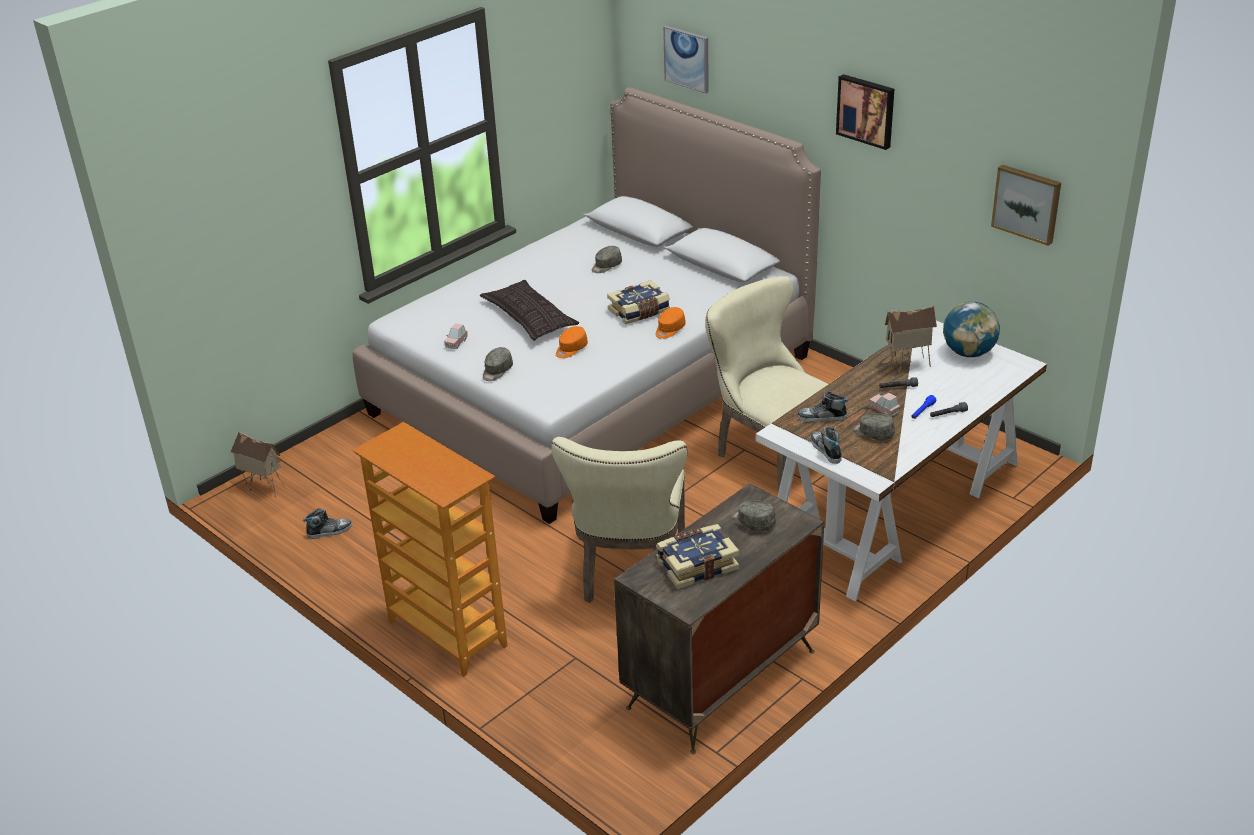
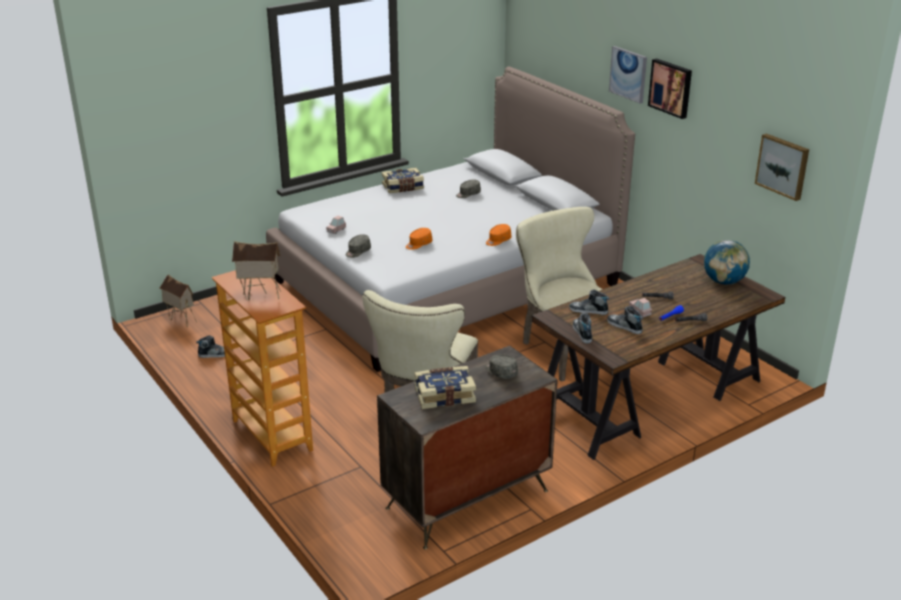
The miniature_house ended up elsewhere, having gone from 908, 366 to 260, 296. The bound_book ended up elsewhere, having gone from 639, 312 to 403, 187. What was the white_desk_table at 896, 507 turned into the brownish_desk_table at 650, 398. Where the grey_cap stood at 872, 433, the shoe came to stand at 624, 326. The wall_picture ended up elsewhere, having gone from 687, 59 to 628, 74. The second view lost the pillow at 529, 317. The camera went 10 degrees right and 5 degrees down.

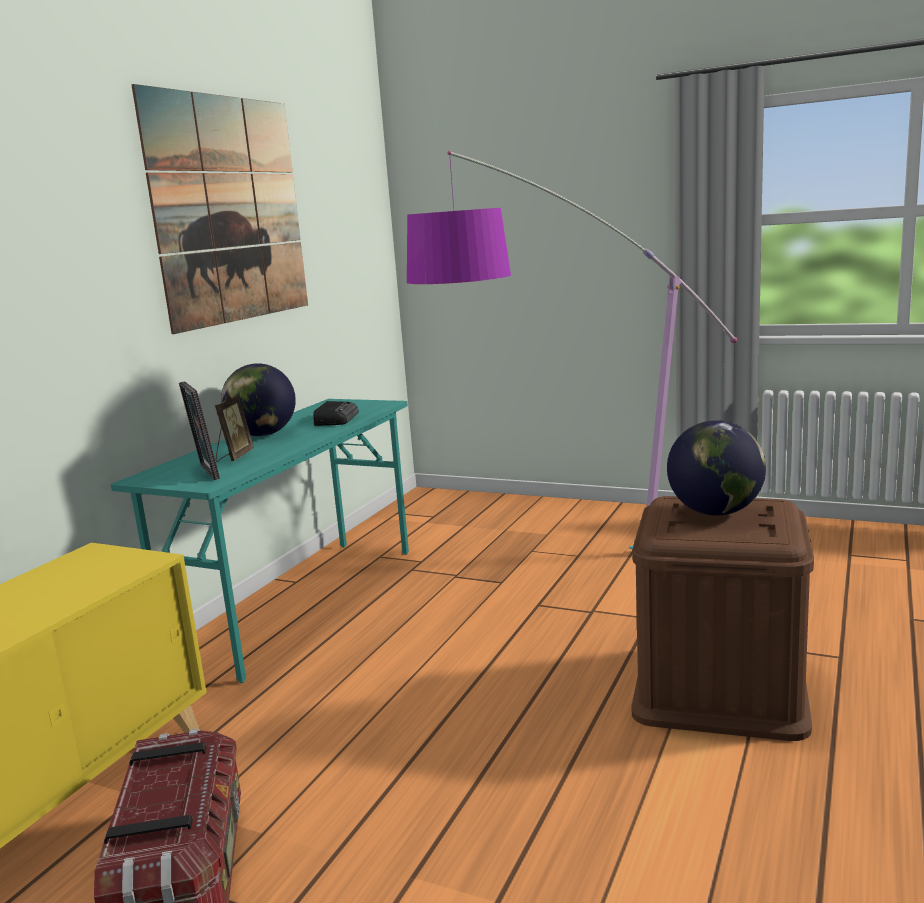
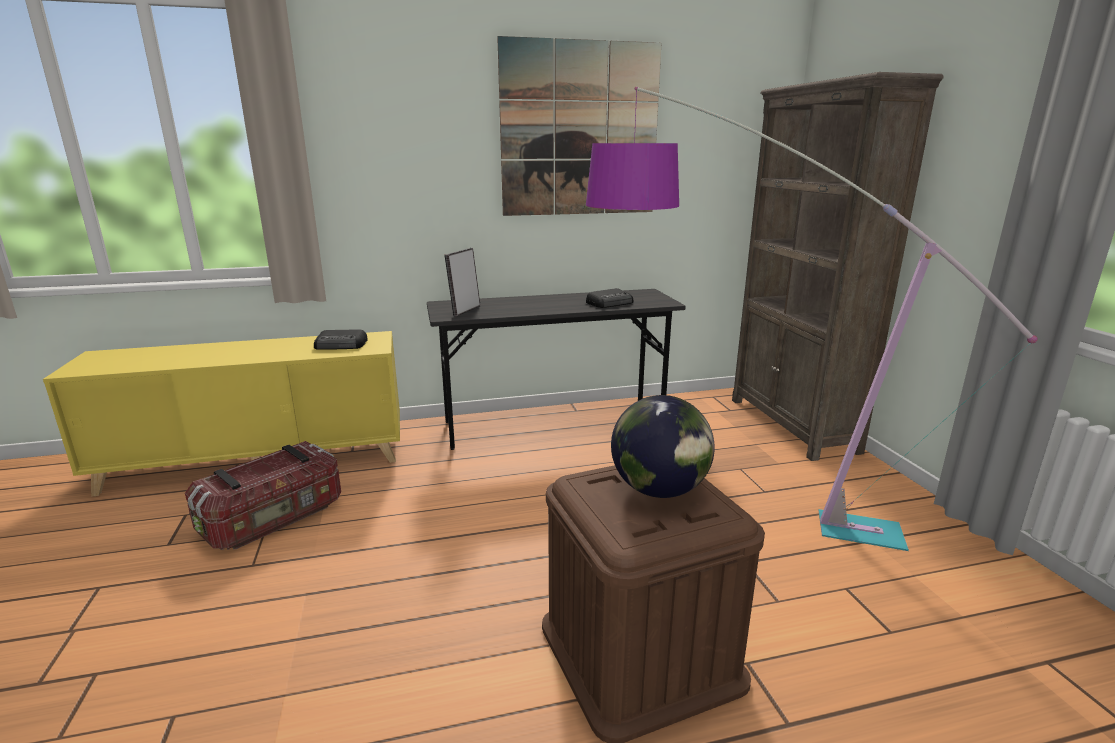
The second view gained the radio_set at 341, 345. What was the blue-green_desk_table at 300, 602 turned into the grey_desk_table at 554, 423. The second view gained the brownish_bookcase at 792, 425. The second view lost the picture_frame at 234, 457. The second view lost the world_globe at 262, 435. The camera went 50 degrees right and 5 degrees up.

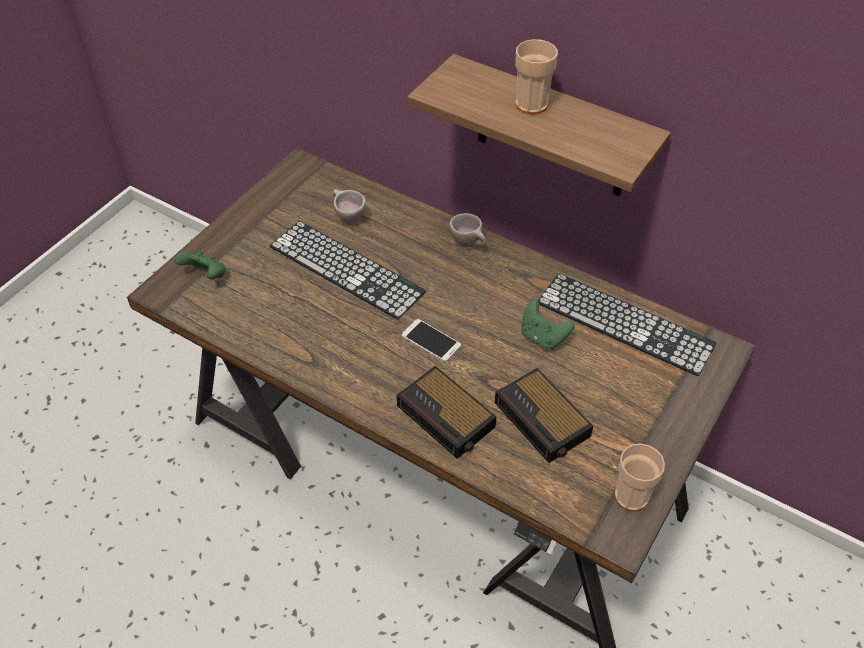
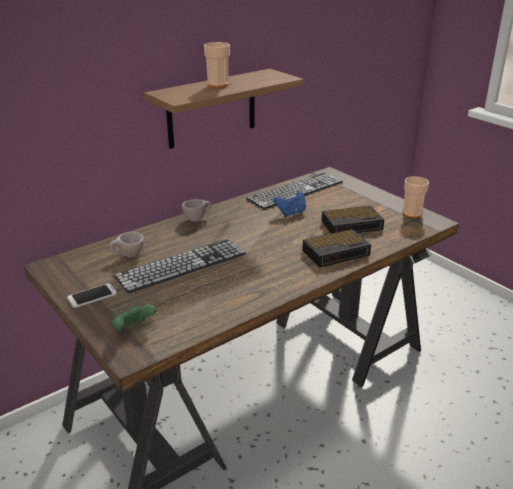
The handset ended up elsewhere, having gone from 431, 340 to 92, 296. What was the green_gamepad at 543, 337 turned into the blue-coloured_gamepad at 291, 213. The camera went 70 degrees left and 20 degrees down.

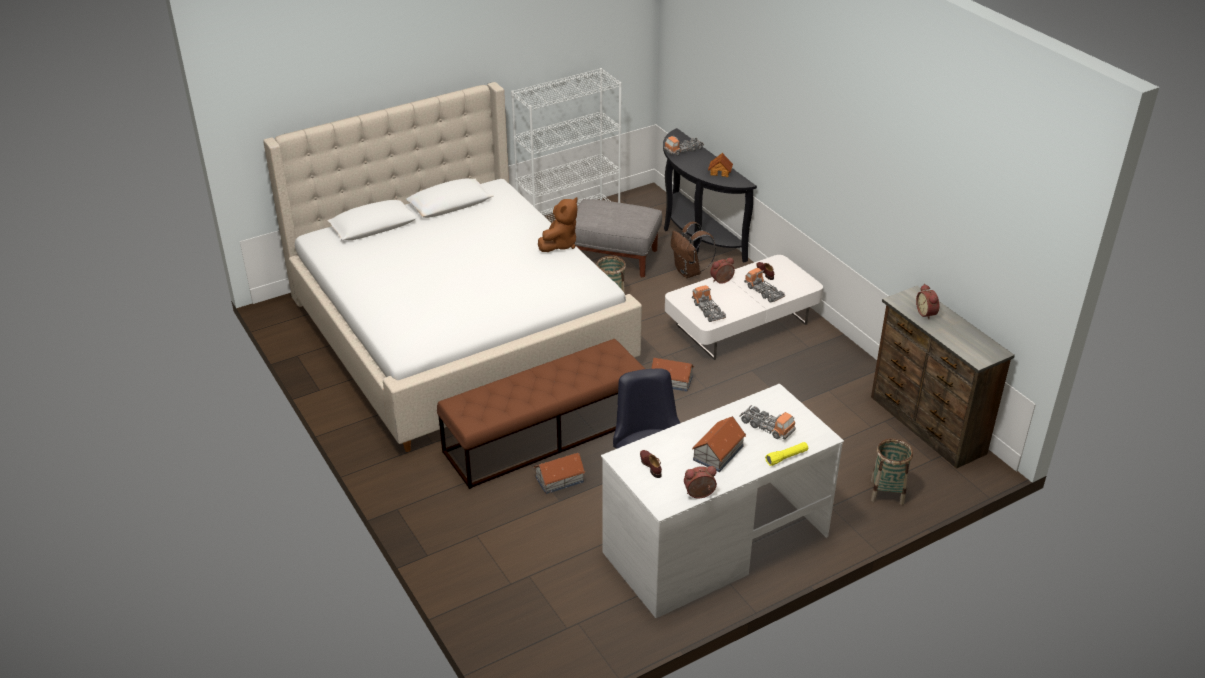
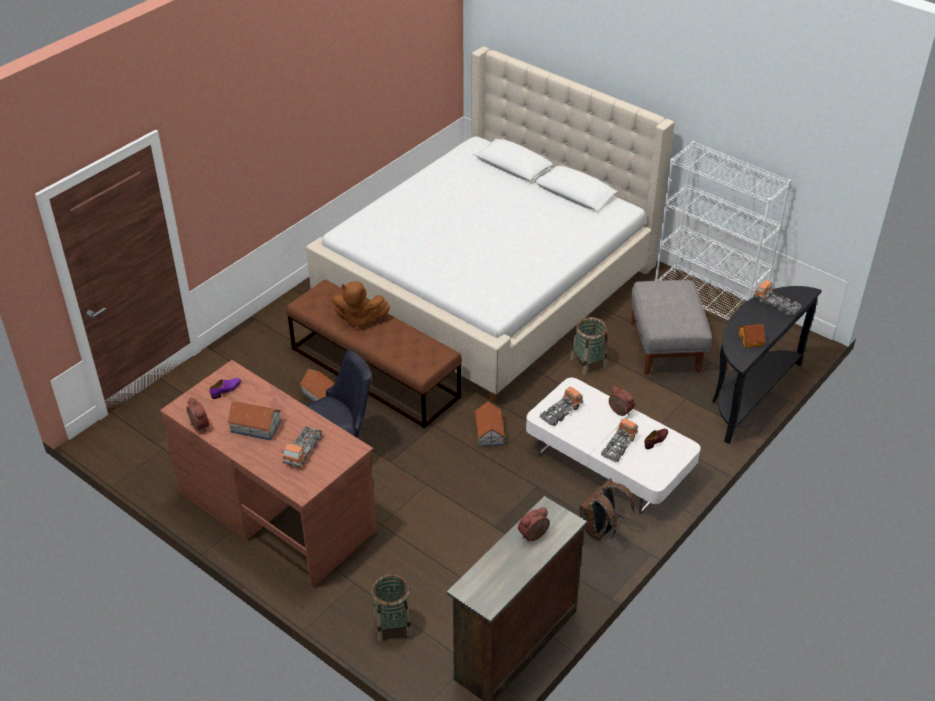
What was the white_desk_table at 715, 544 turned into the brownish_desk_table at 277, 510. What was the brownish_shoe at 650, 465 turned into the purple-coloured_shoe at 226, 390. The brownish_cuddly_toy ended up elsewhere, having gone from 559, 244 to 359, 319. The brownish_knapsack ended up elsewhere, having gone from 689, 272 to 601, 530. The second view lost the yellow-coloured_hand_torch at 786, 457. The camera went 70 degrees right and 5 degrees up.

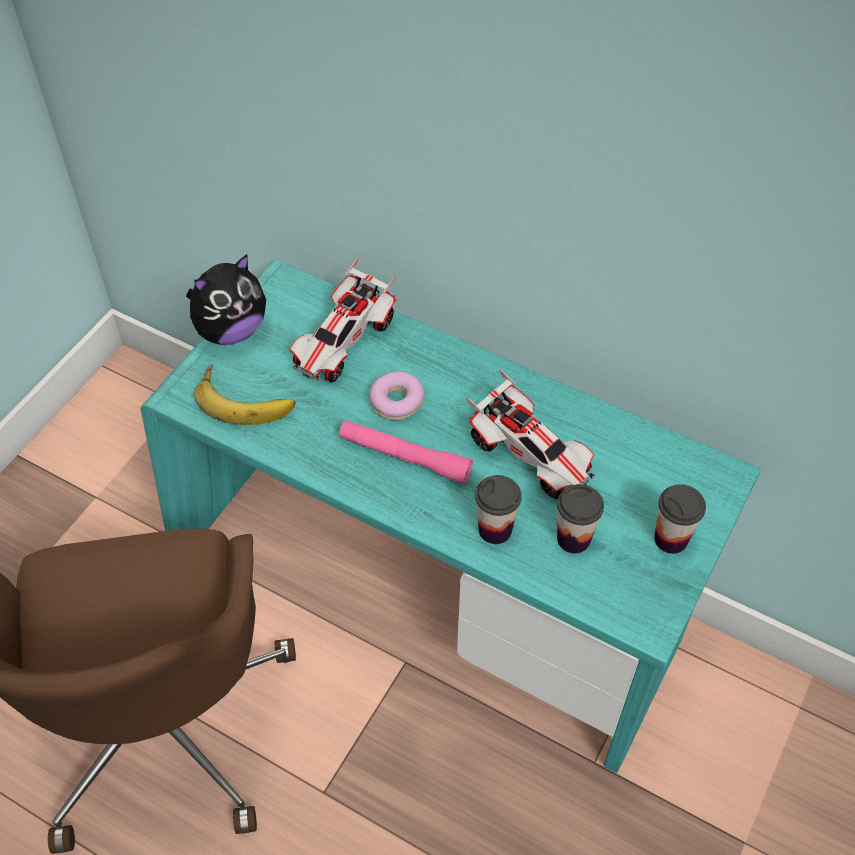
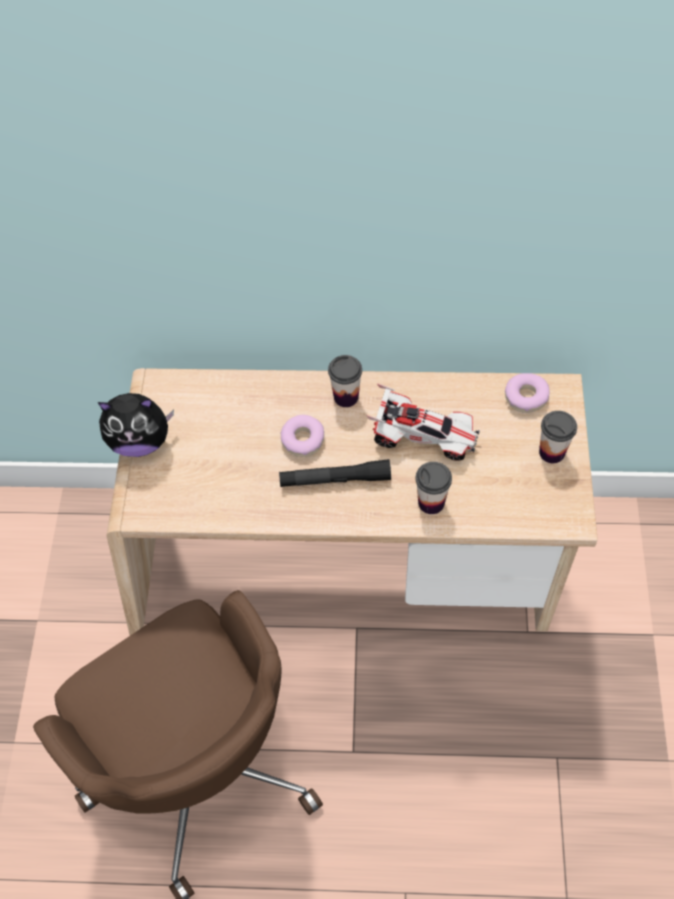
The cuddly_toy at 231, 330 ended up facing another way, 60 degrees clockwise from before. What was the blue-green_desk_table at 427, 595 turned into the beige_desk_table at 343, 570. What was the pinkish_hand_torch at 405, 457 turned into the black-coloured_hand_torch at 335, 479. The small_cup ended up elsewhere, having gone from 573, 538 to 346, 397. The second view gained the doughnut at 526, 397. The second view lost the whole_banana at 246, 398. The second view lost the model_car at 344, 343. The camera went 25 degrees left and 5 degrees up.

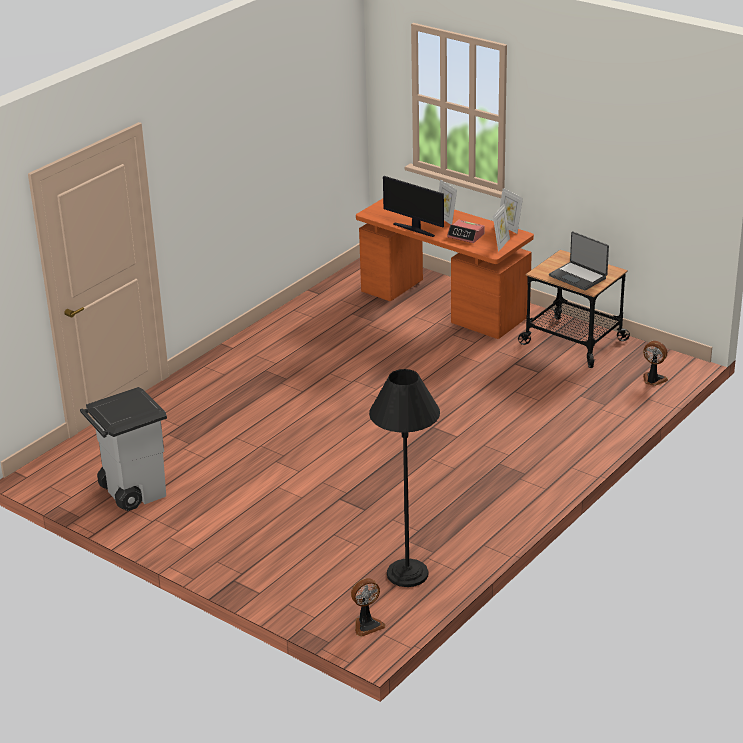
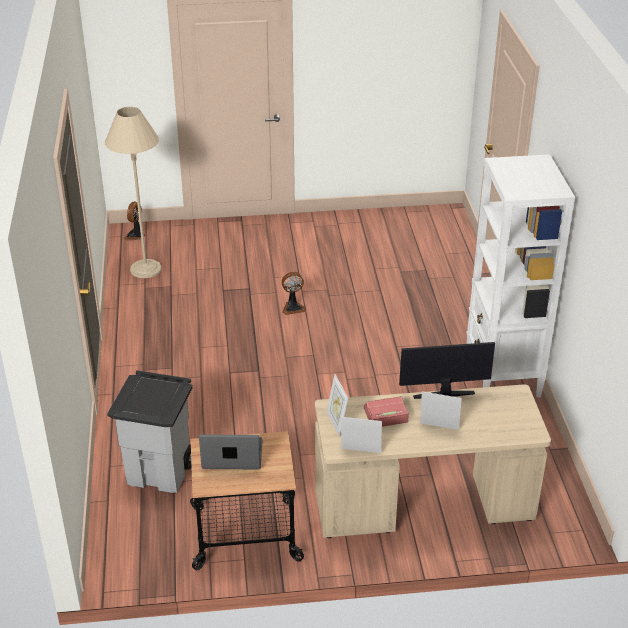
What was the black-coloured_floor_lamp at 407, 574 turned into the beige_floor_lamp at 145, 269. The grey_rubbish_bin ended up elsewhere, having gone from 132, 492 to 161, 471. The fan ended up elsewhere, having gone from 653, 380 to 293, 307. What was the orangey_desk_table at 444, 306 turned into the beige_desk_table at 423, 506. The second view gained the white_bookcase at 502, 375. The camera went 135 degrees right and 5 degrees up.

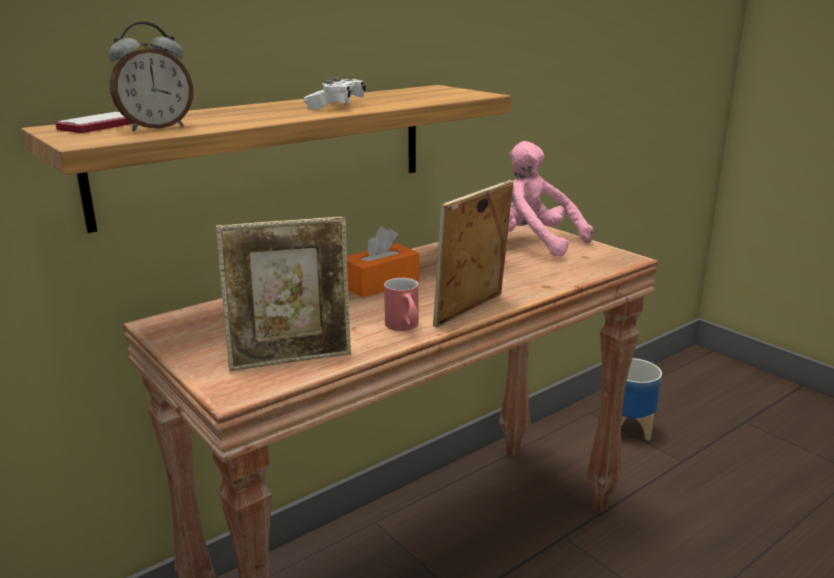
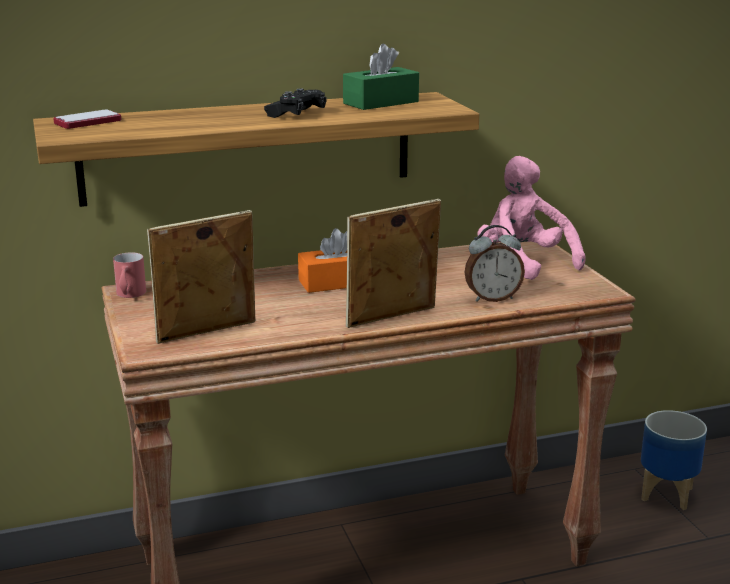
The red_coffee_mug ended up elsewhere, having gone from 404, 327 to 129, 295. The picture_frame at 292, 359 ended up facing another way, 150 degrees clockwise from before. What was the white_gamepad at 336, 106 turned into the black-coloured_gamepad at 296, 114. The second view gained the green_box_of_tissues at 381, 102. The bedside_clock ended up elsewhere, having gone from 156, 128 to 492, 298. The camera went 20 degrees right and 0 degrees up.

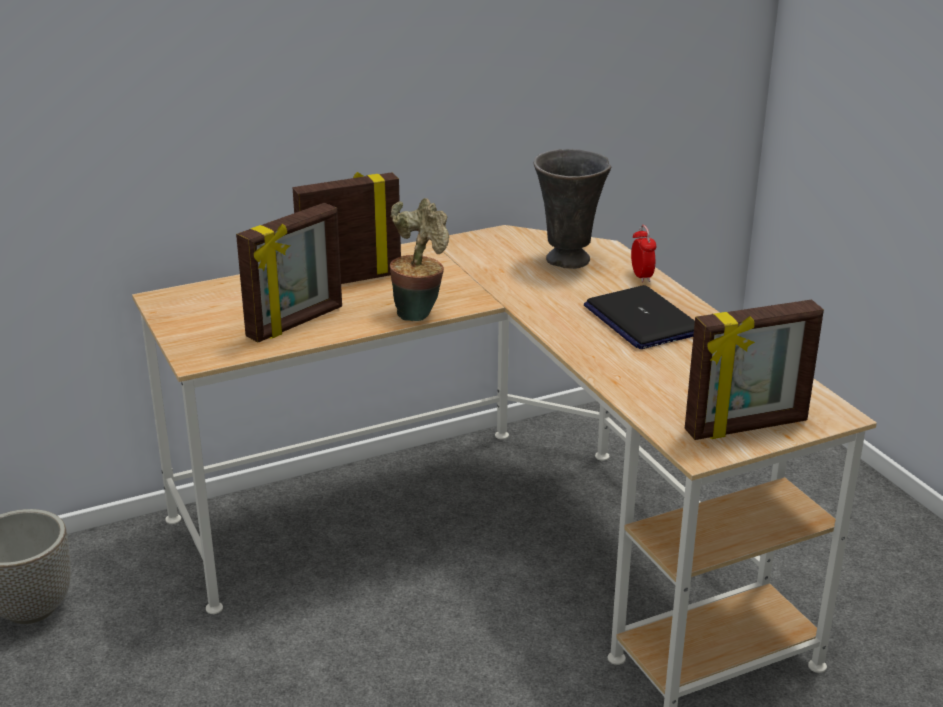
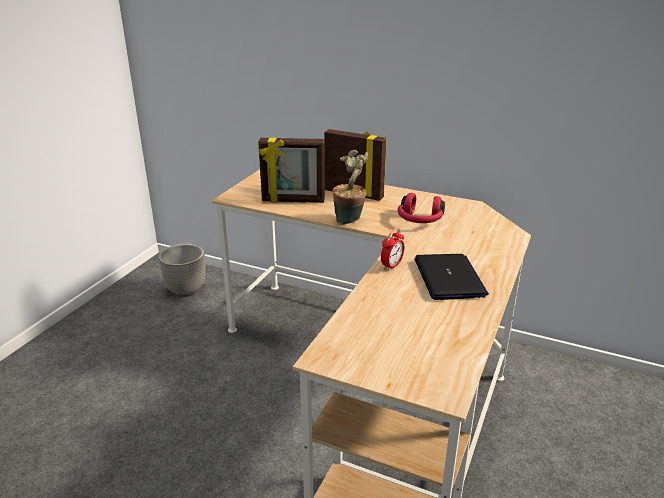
The bedside_clock ended up elsewhere, having gone from 641, 276 to 391, 266. The second view gained the red_headset at 419, 220. The laptop at 641, 320 ended up facing another way, 150 degrees clockwise from before. The second view lost the grey_flower_vase at 568, 261. The second view lost the picture_frame at 747, 427. The camera went 50 degrees right and 0 degrees up.

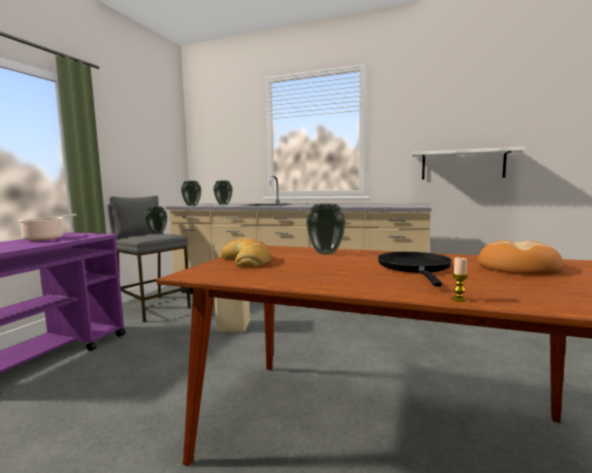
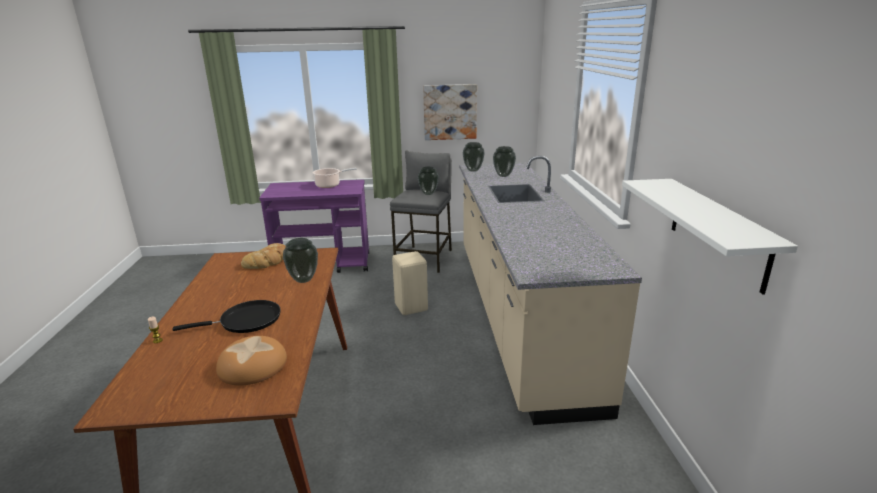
The second view gained the wall_picture at 450, 112. The camera went 65 degrees right and 15 degrees up.

